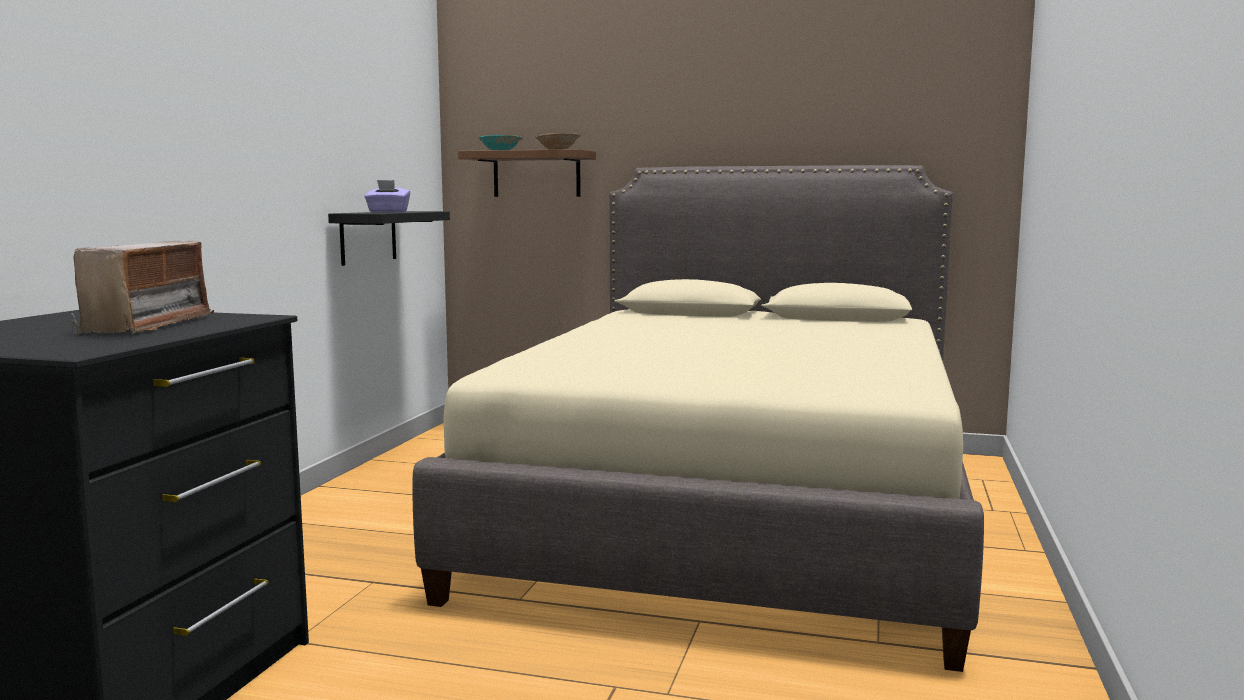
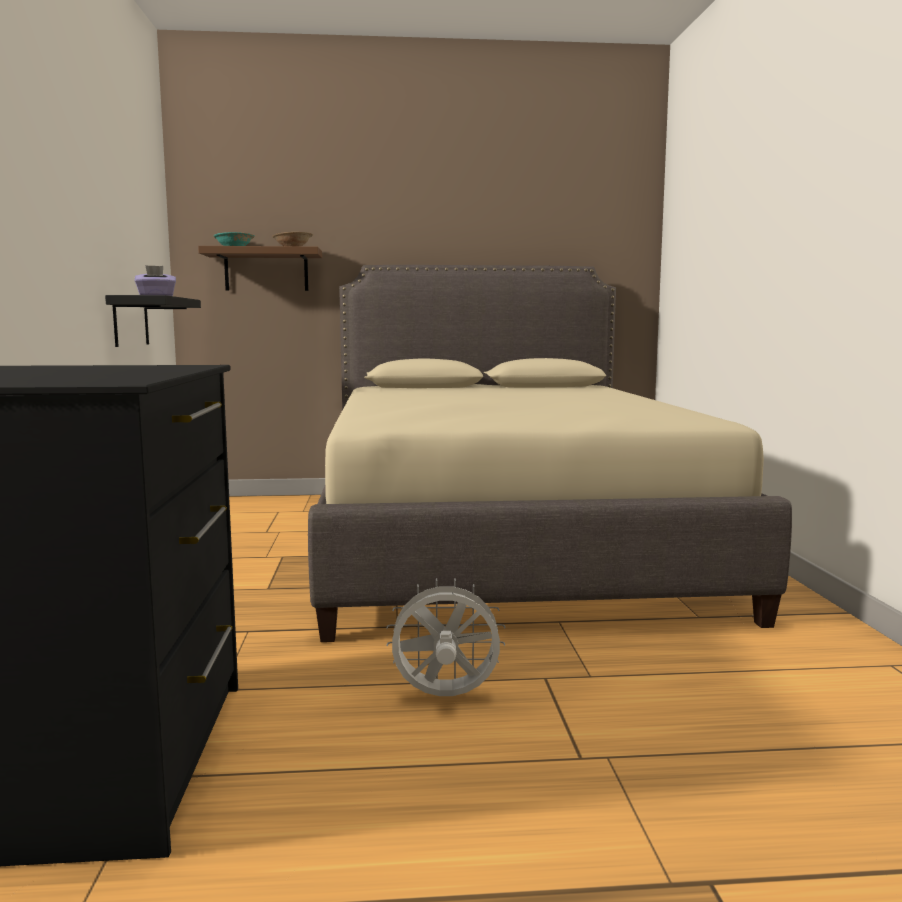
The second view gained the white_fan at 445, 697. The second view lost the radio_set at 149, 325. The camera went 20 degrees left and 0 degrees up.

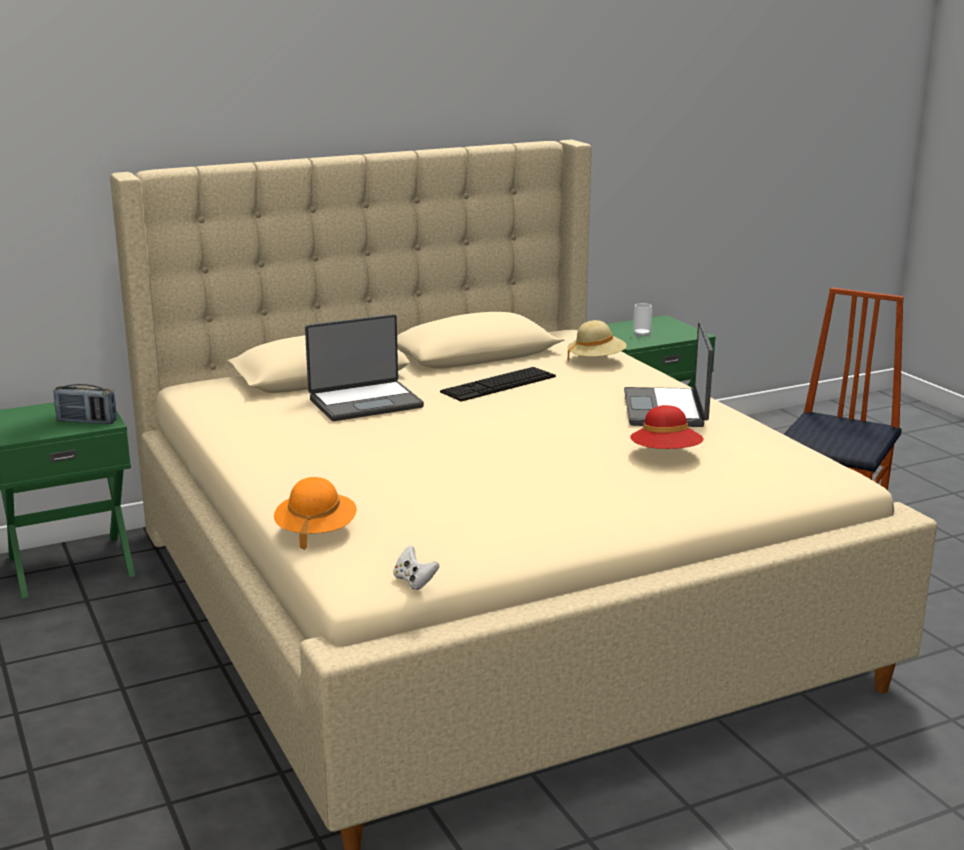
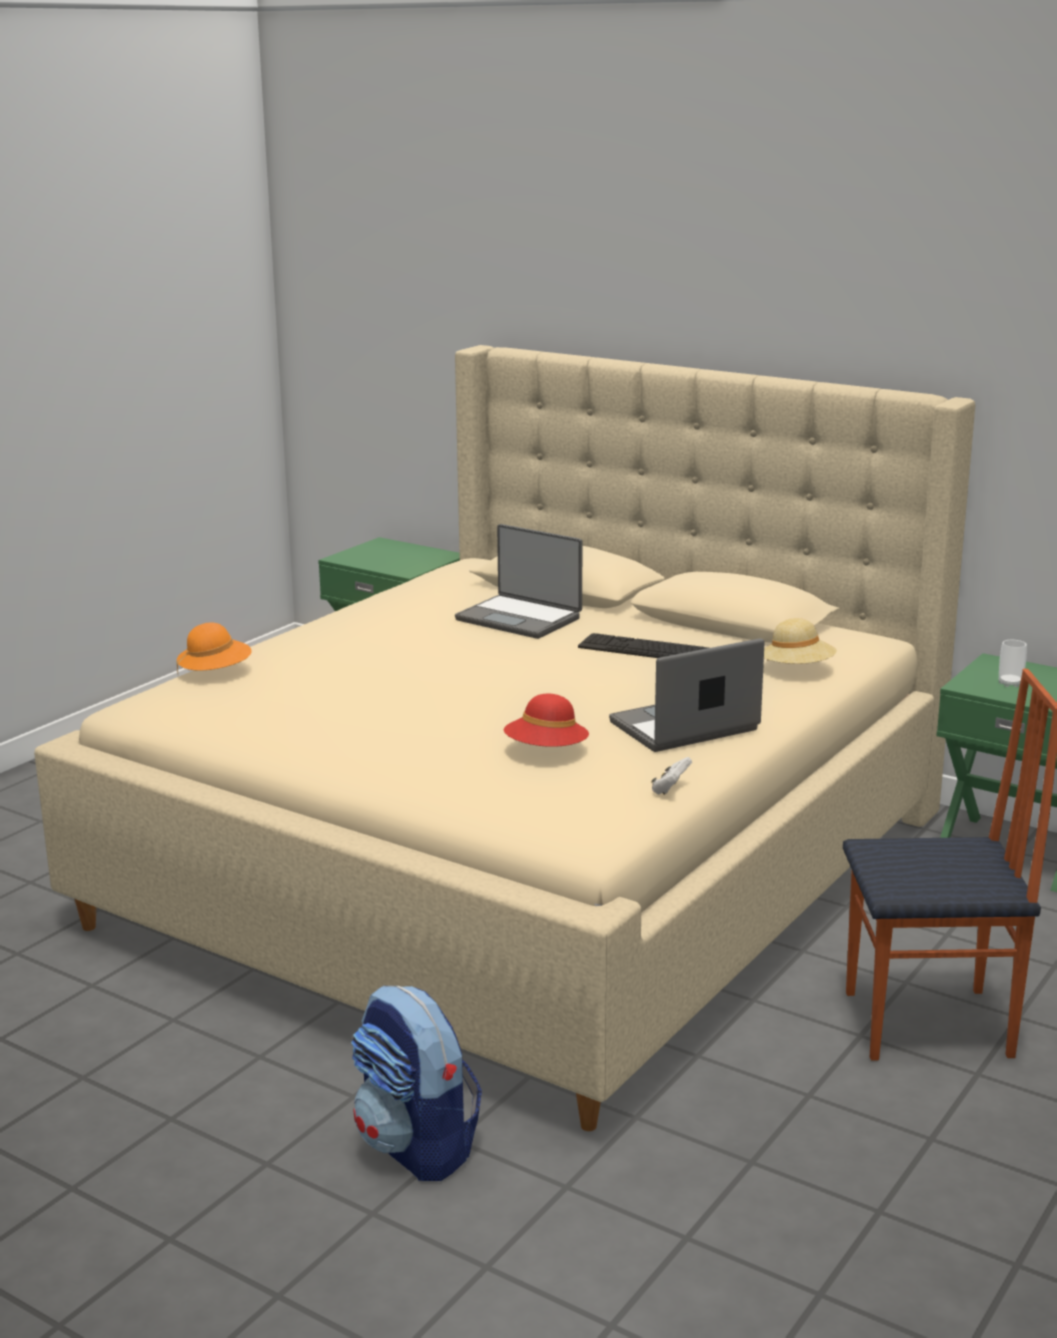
The second view gained the knapsack at 417, 1147. The white_gamepad ended up elsewhere, having gone from 414, 582 to 670, 789. The second view lost the radio_set at 86, 421. The camera went 60 degrees right and 0 degrees up.

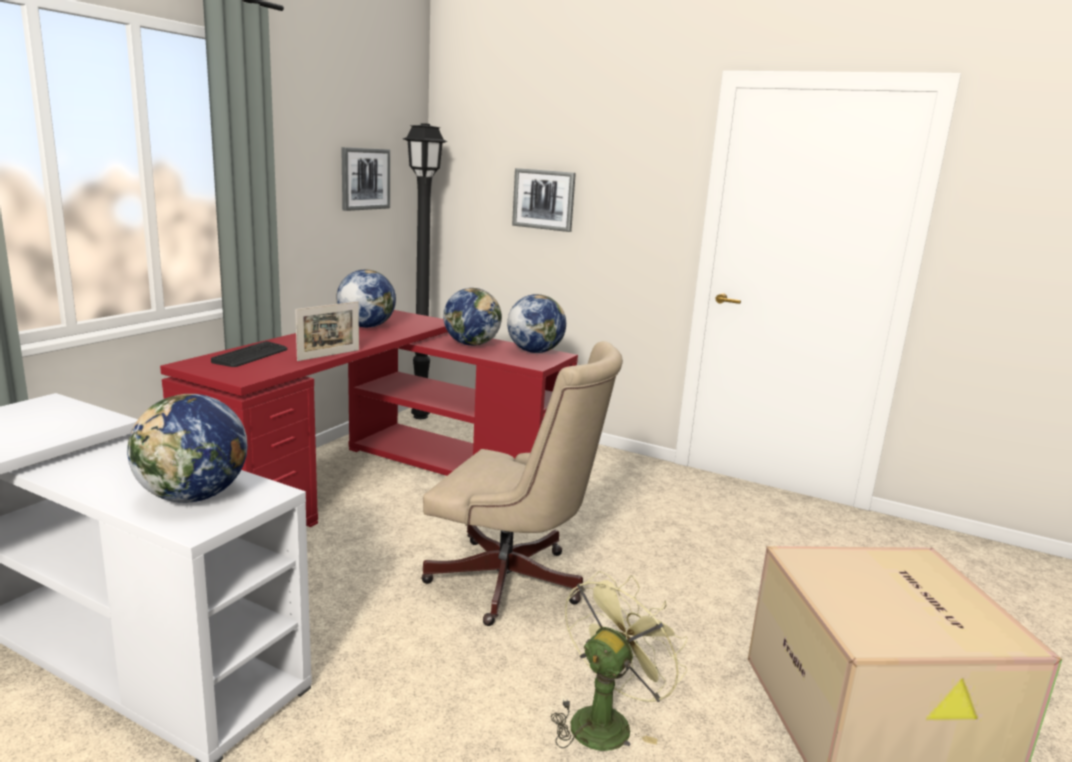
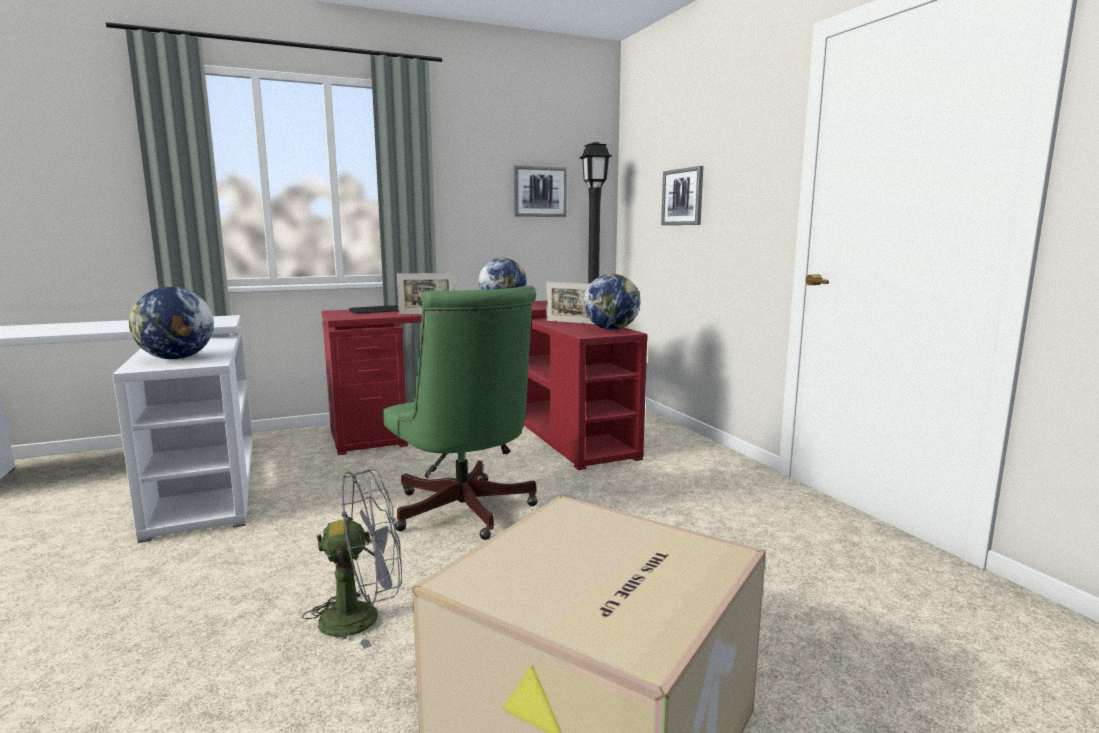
What was the green_fan at 606, 720 turned into the grey_fan at 363, 617. What was the beige_computer_chair at 514, 584 turned into the green_computer_chair at 464, 513. Where the world_globe stood at 471, 344, the picture_frame came to stand at 570, 322. The camera went 40 degrees right and 5 degrees down.

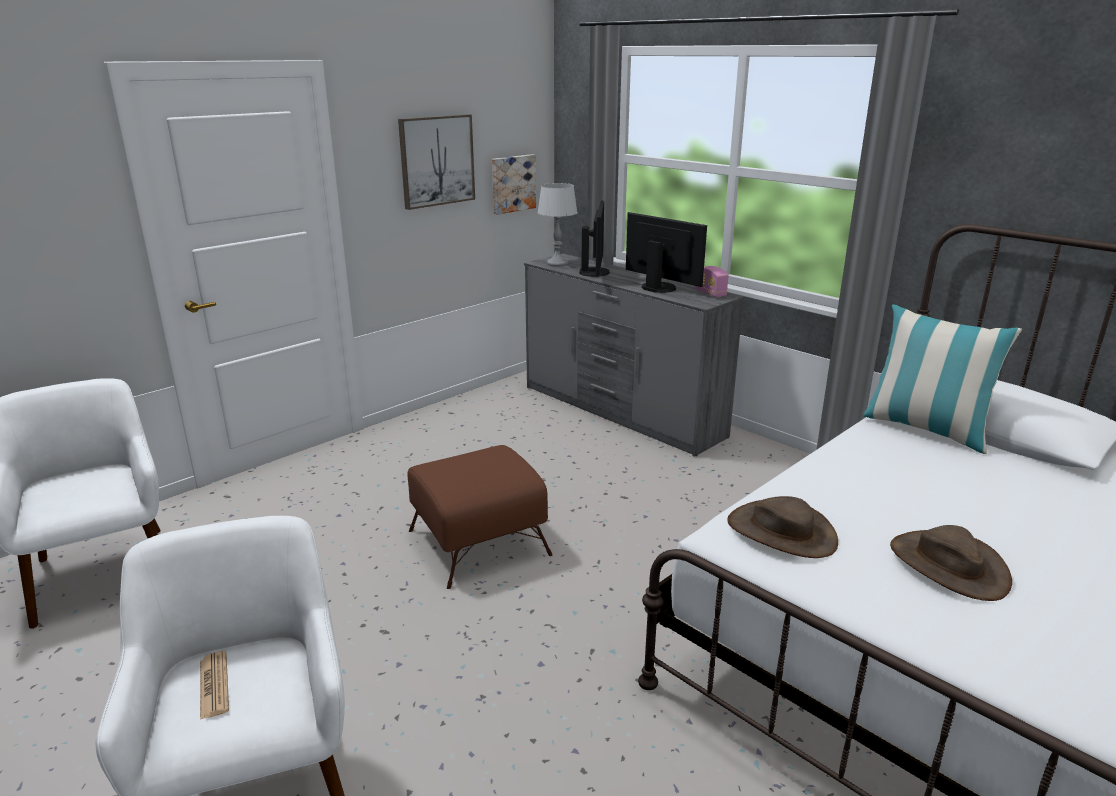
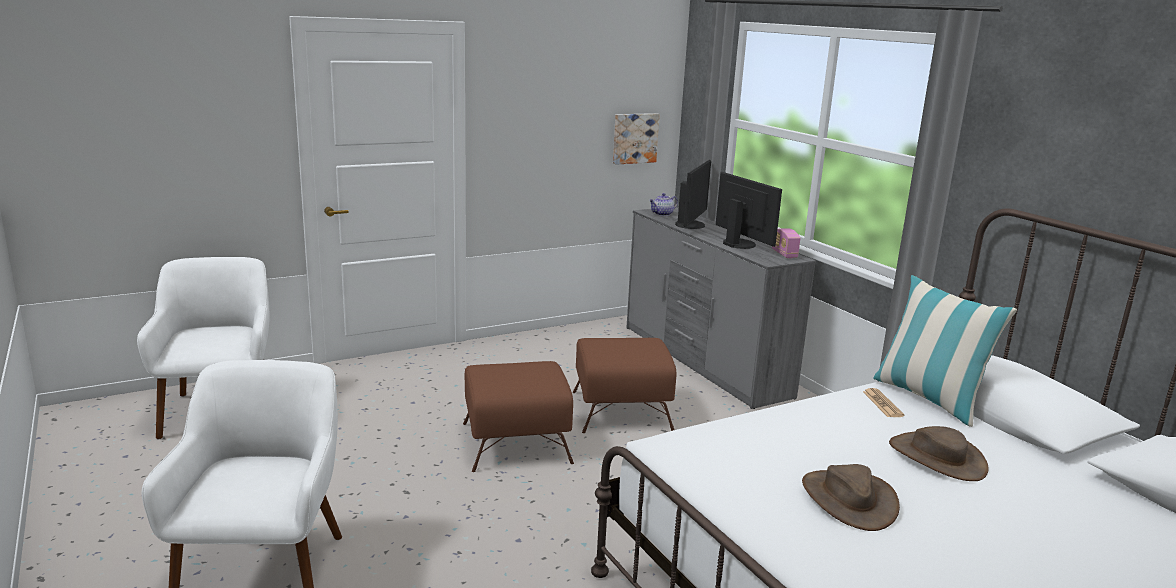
The second view gained the brownish_footrest at 620, 410. Where the grey_lamp_for_a_table stood at 557, 263, the tea_pot came to stand at 662, 214. The daily_paper ended up elsewhere, having gone from 214, 685 to 882, 404. The brownish_wearable_hat ended up elsewhere, having gone from 781, 532 to 937, 457. The second view lost the wall_picture at 436, 161. The camera went 15 degrees right and 5 degrees down.

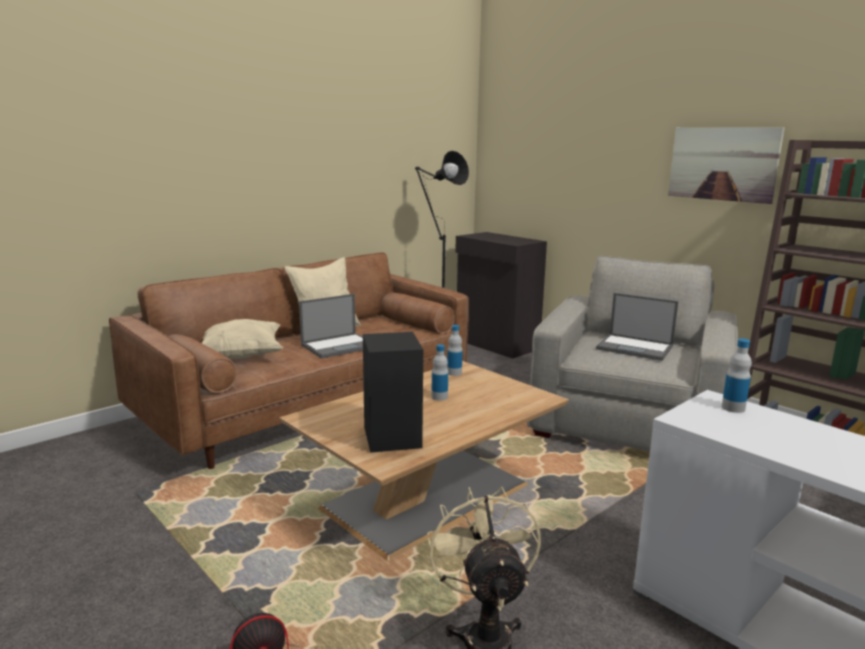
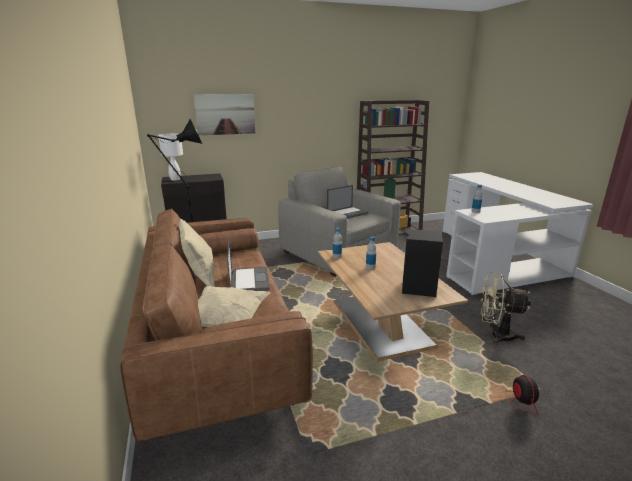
The second view gained the white_lamp_for_a_table at 175, 179. The wall_picture ended up elsewhere, having gone from 722, 163 to 225, 114. The camera went 65 degrees left and 5 degrees up.

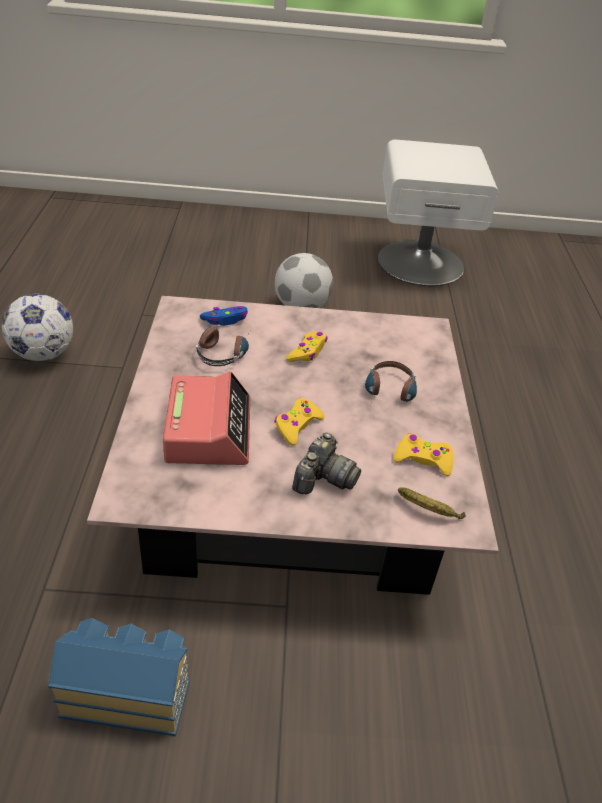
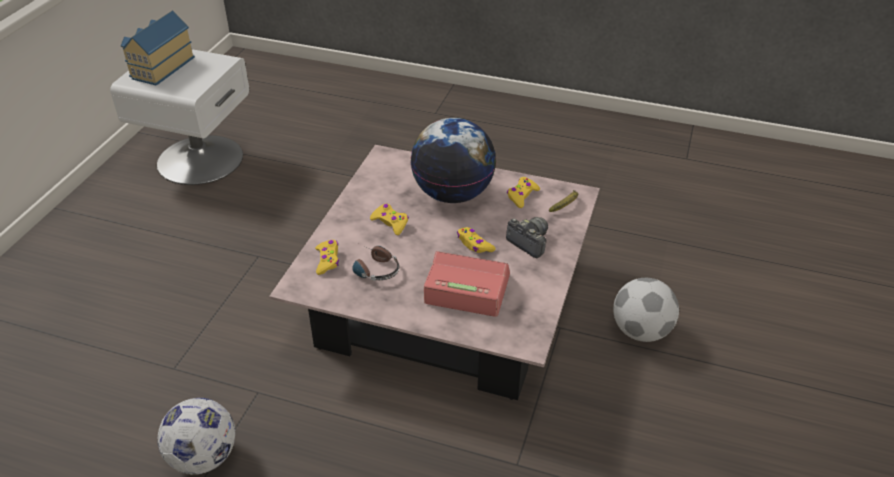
The miniature_house ended up elsewhere, having gone from 126, 692 to 160, 67. What was the blue-coloured_gamepad at 225, 320 turned into the yellow-coloured_gamepad at 327, 260. Where the headset stood at 389, 394, the world_globe came to stand at 453, 194. The football ended up elsewhere, having gone from 301, 307 to 641, 331. The camera went 70 degrees left and 0 degrees up.

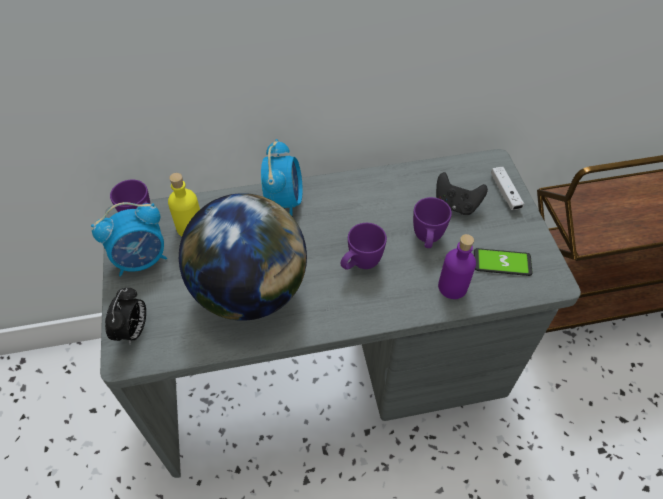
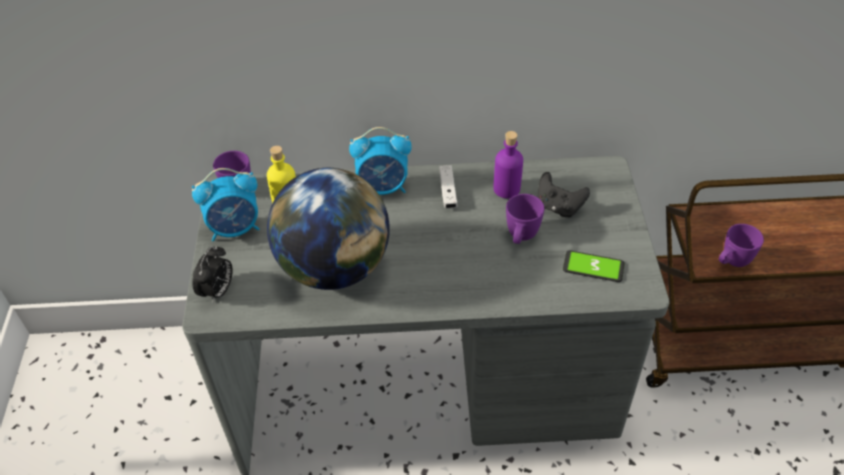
The bedside_clock at 284, 201 ended up facing another way, 75 degrees clockwise from before. The white_gamepad ended up elsewhere, having gone from 505, 192 to 448, 191. The purple-coloured_drink_bottle ended up elsewhere, having gone from 452, 287 to 506, 189. The purple-coloured_coffee_mug ended up elsewhere, having gone from 360, 264 to 731, 263. The camera went 10 degrees right and 5 degrees down.

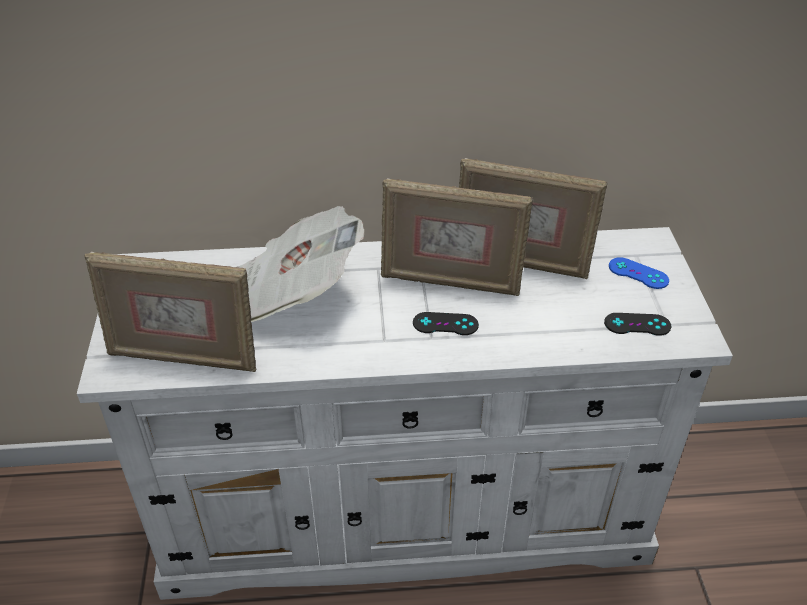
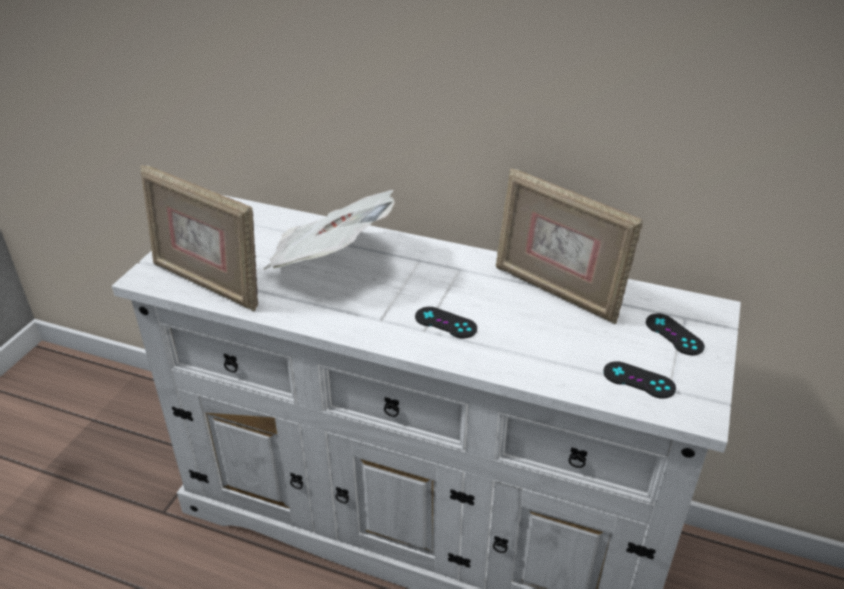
What was the blue-coloured_gamepad at 638, 273 turned into the black-coloured_gamepad at 674, 334. The second view lost the picture_frame at 450, 282. The camera went 25 degrees right and 5 degrees down.

